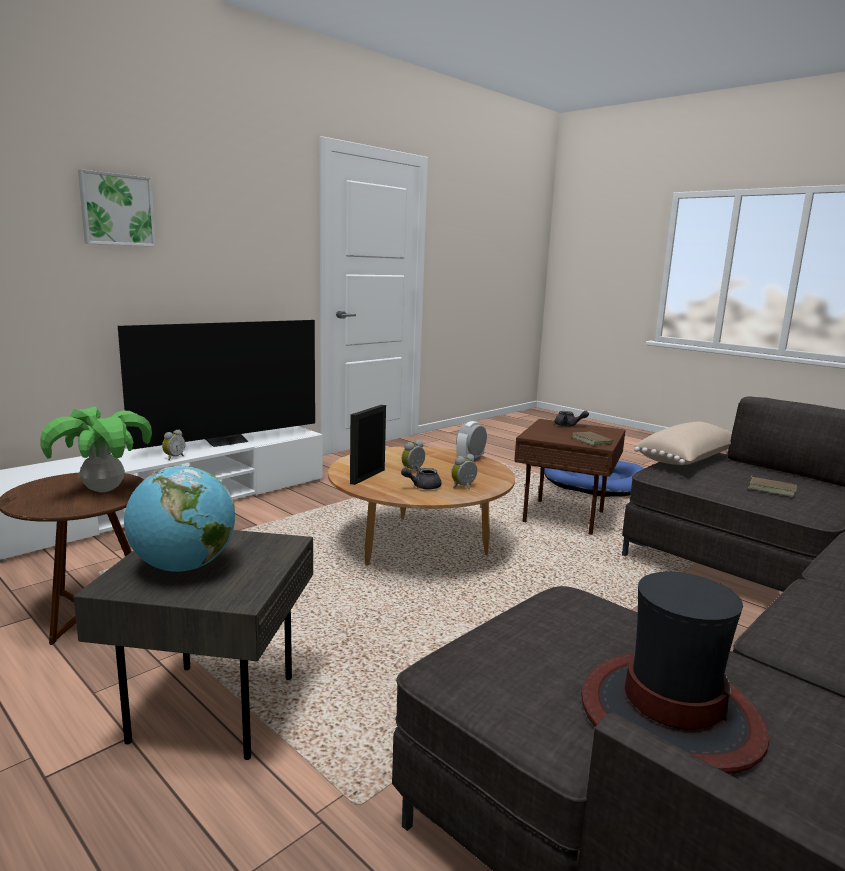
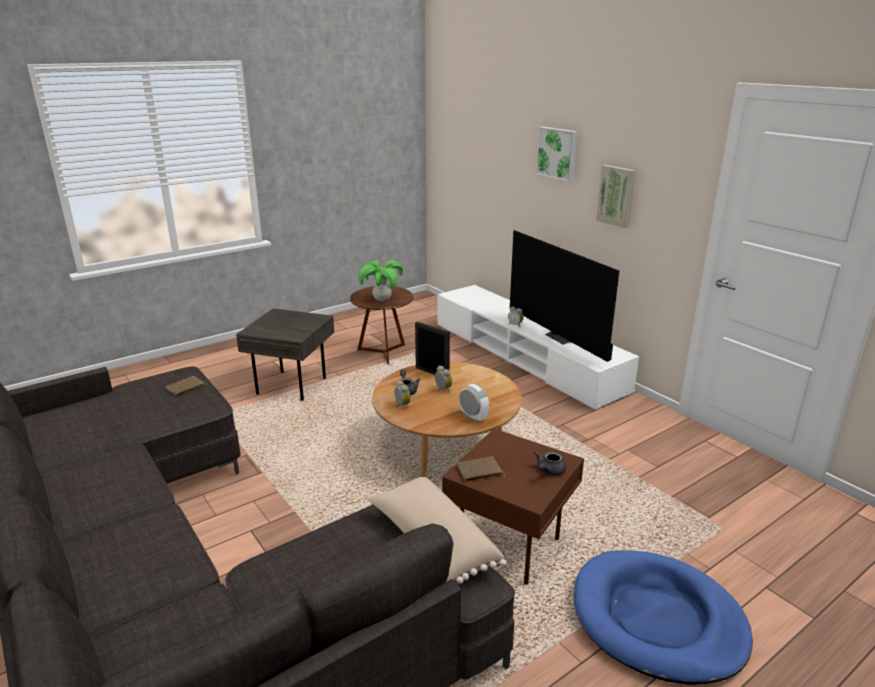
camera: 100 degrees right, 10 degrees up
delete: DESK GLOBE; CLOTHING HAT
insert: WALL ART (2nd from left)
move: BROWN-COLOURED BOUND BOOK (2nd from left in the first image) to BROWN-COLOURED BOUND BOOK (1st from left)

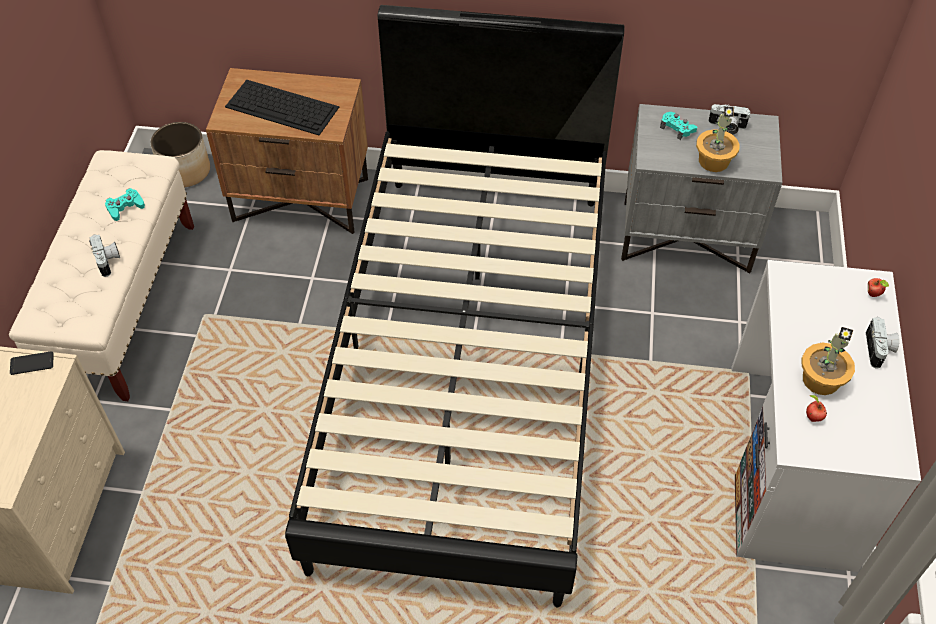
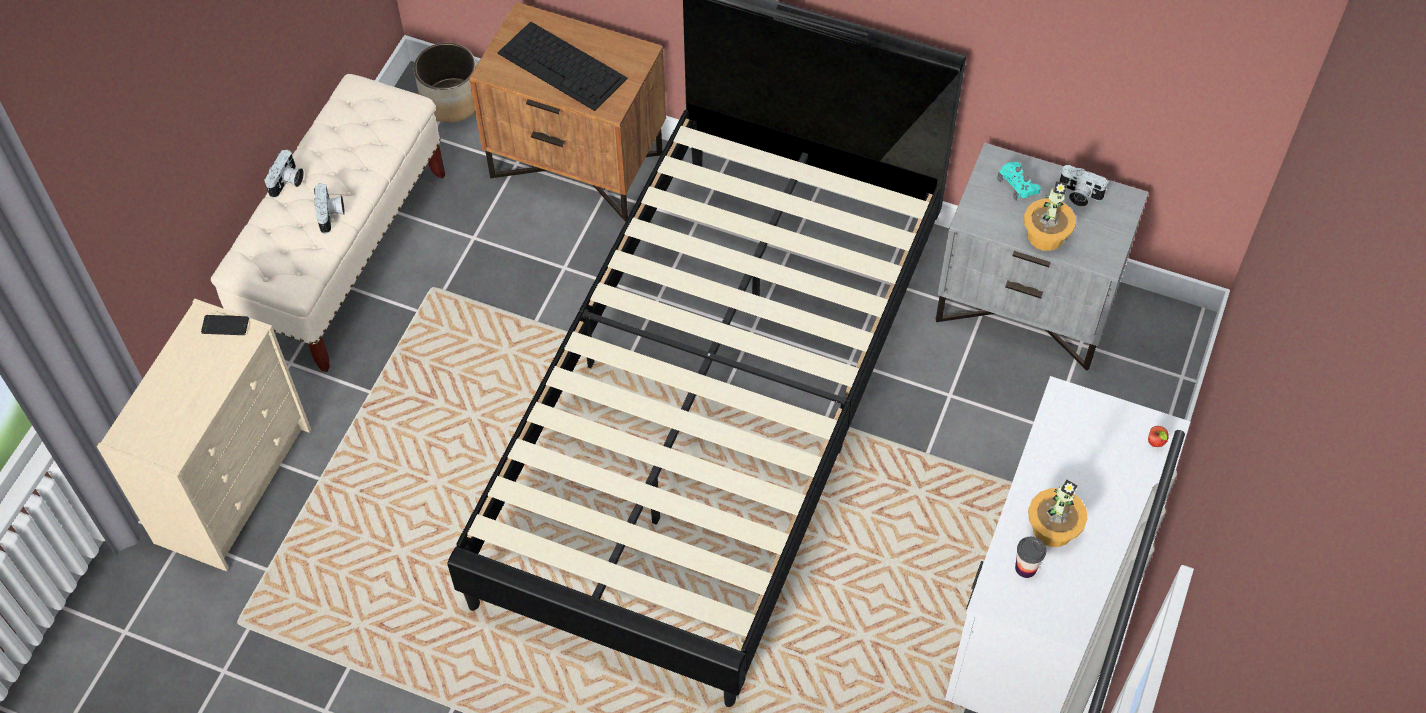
camera: 15 degrees right, 5 degrees up
delete: BLUE-GREEN GAMEPAD (1st from left)
move: PHOTO CAMERA (3rd from left in the first image) to PHOTO CAMERA (1st from left)
replace: APPLE (1st from left) to CUP

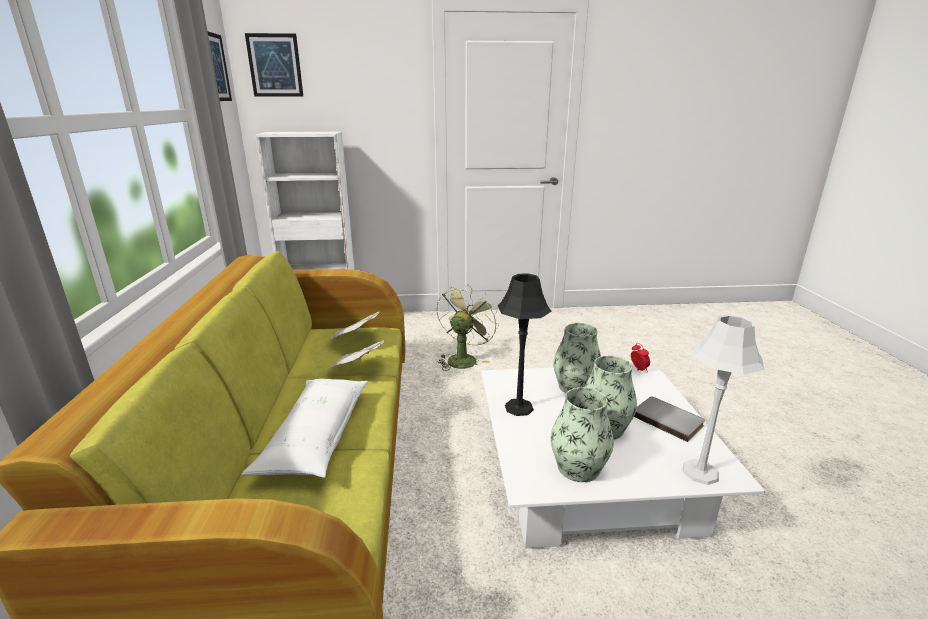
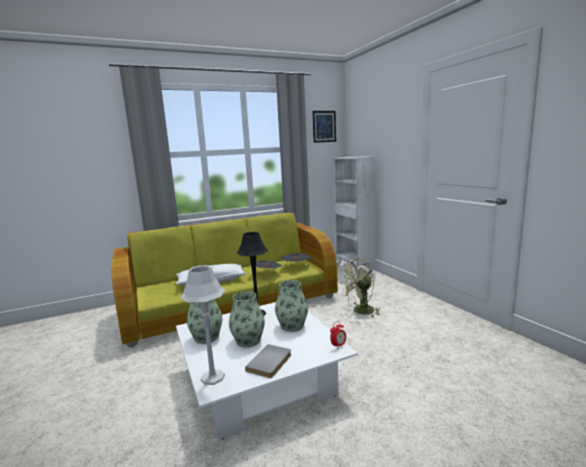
camera: 70 degrees right, 10 degrees down
delete: WALL ART (2nd from left)
rotate: GREEN-COLOURED ELECTRIC FAN 150 degrees clockwise

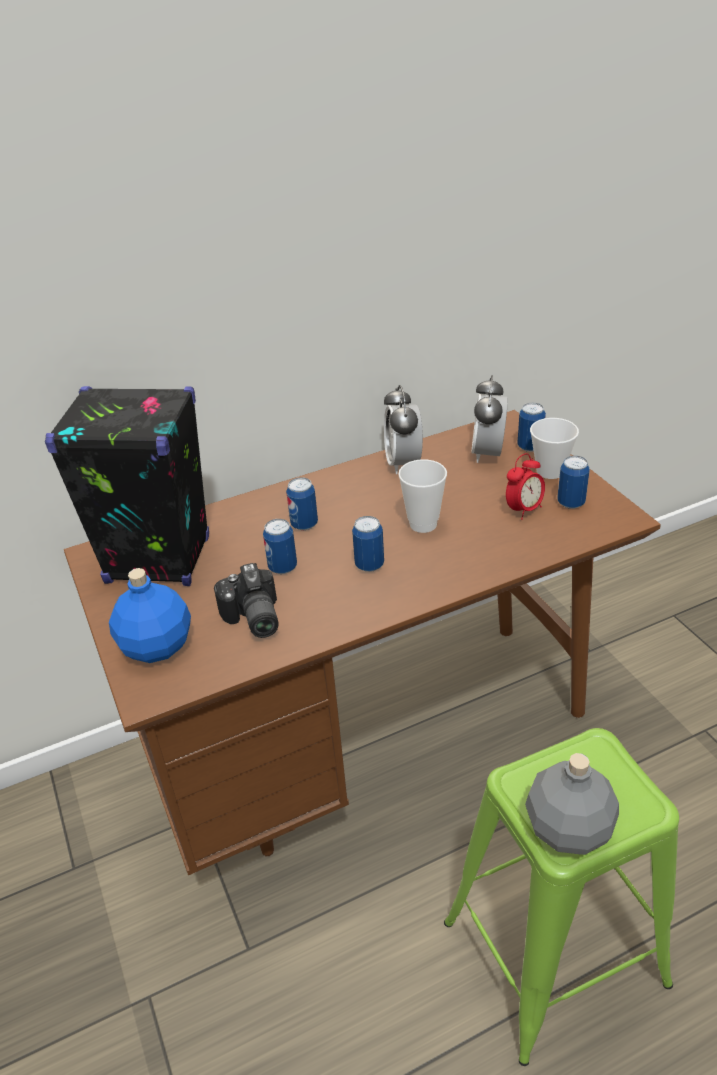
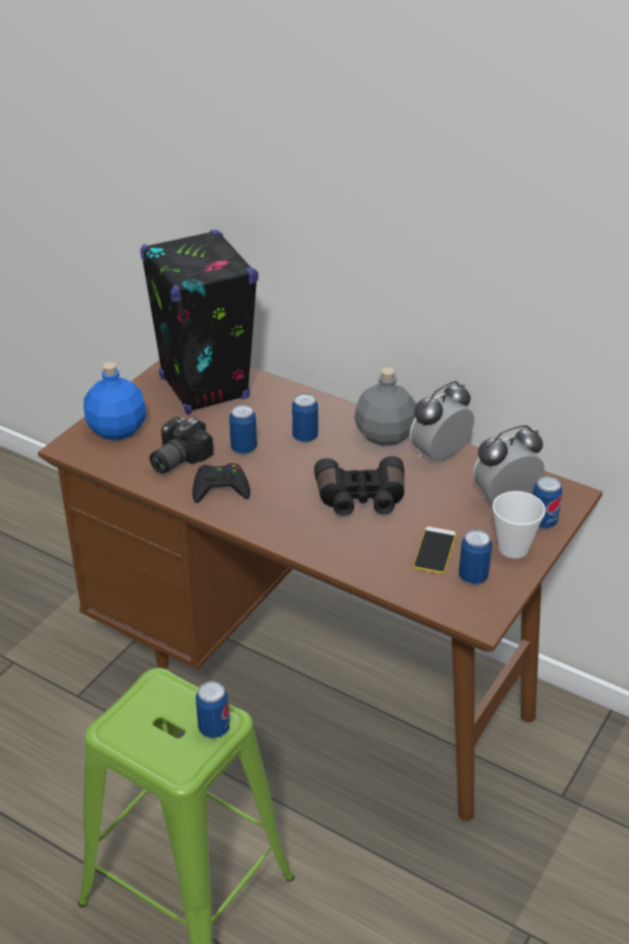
camera: 55 degrees right, 0 degrees up
insert: BLACKISH GAMEPAD
move: SEALED CAN (3rd from left in the first image) to SEALED CAN (1st from left); GREYISH BEVERAGE BOTTLE
replace: CUP (1st from left) to BLACKISH PAIR OF BINOCULARS; BEDSIDE CLOCK (3rd from left) to TELEPHONE

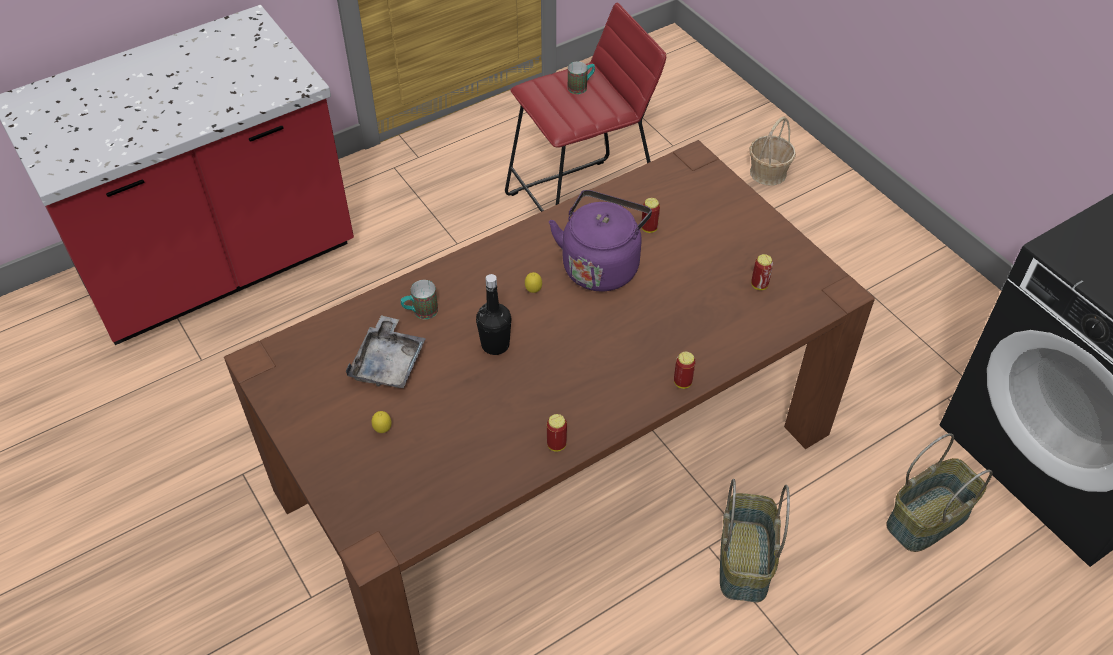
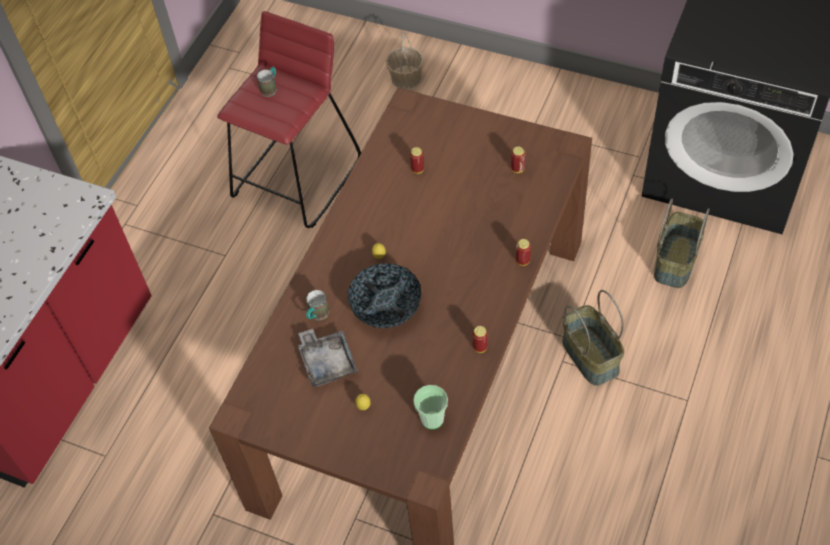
camera: 30 degrees left, 5 degrees up
delete: PURPLISH KETTLE
insert: CUP
replace: BLACKISH BEVERAGE BOTTLE to BOWL

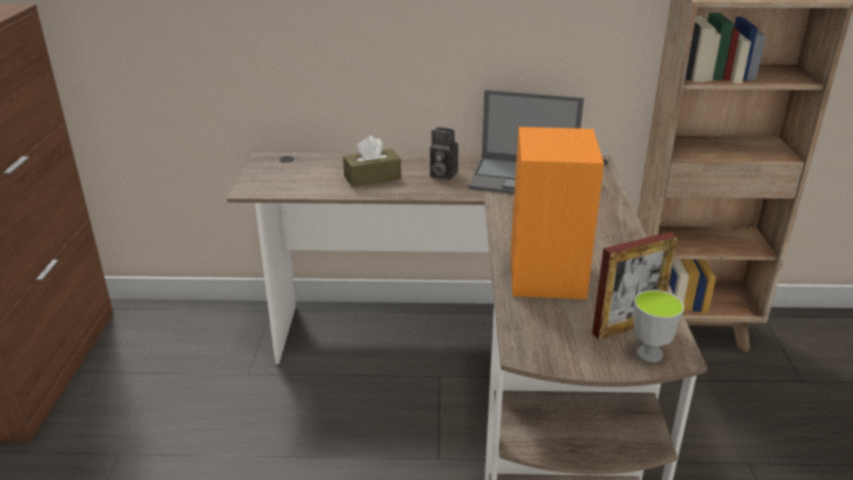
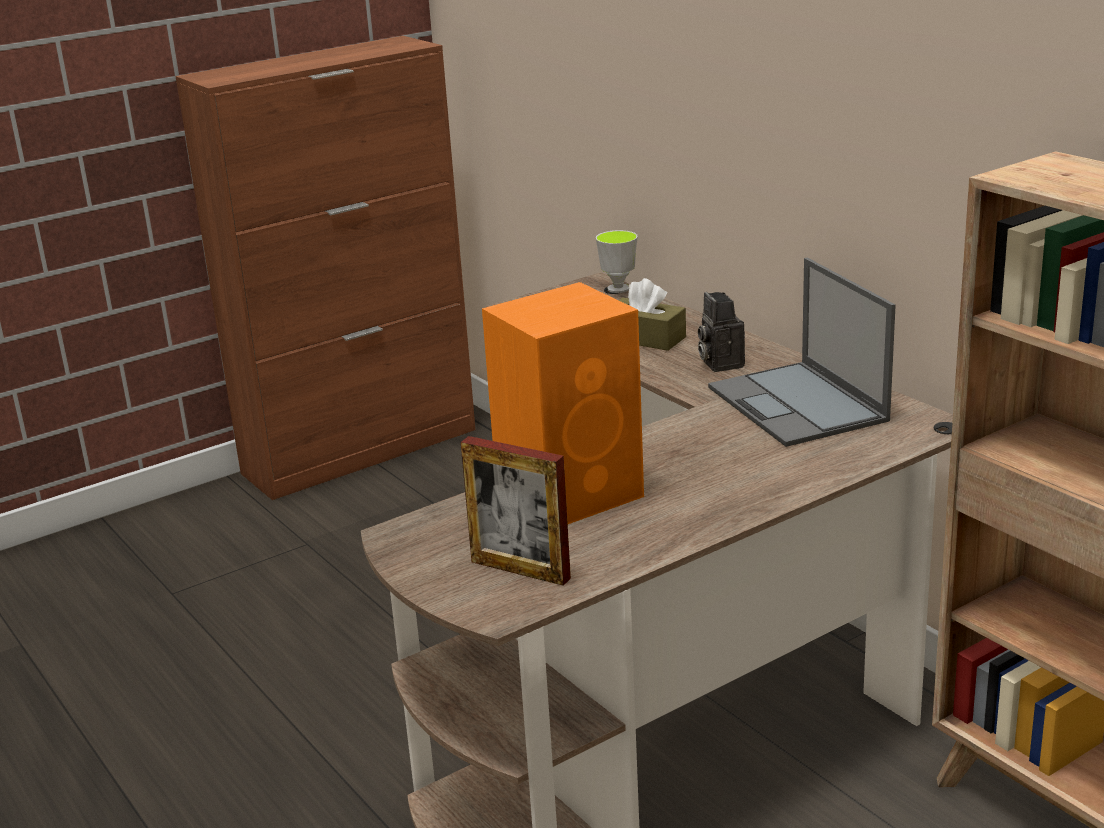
camera: 55 degrees right, 5 degrees down
move: CUP

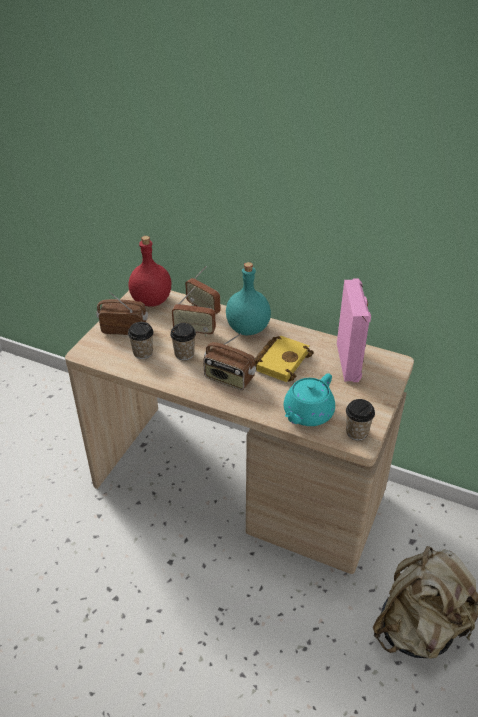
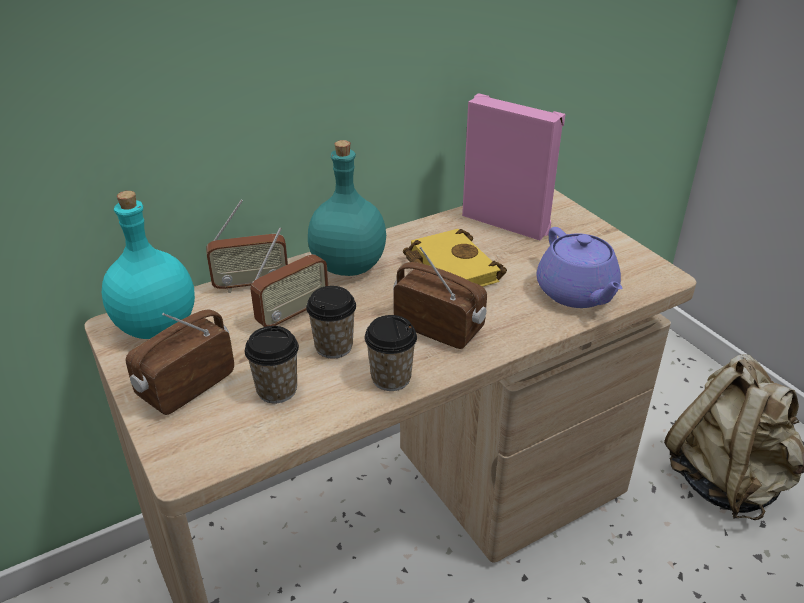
camera: 55 degrees left, 5 degrees down
move: CUP (3rd from left)
recolor: REDDISH BEVERAGE BOTTLE to BLUE-GREEN BEVERAGE BOTTLE (1st from left); BLUE-GREEN TEAPOT to PURPLISH TEAPOT
rotate: RADIO SET (4th from left) 120 degrees counterclockwise

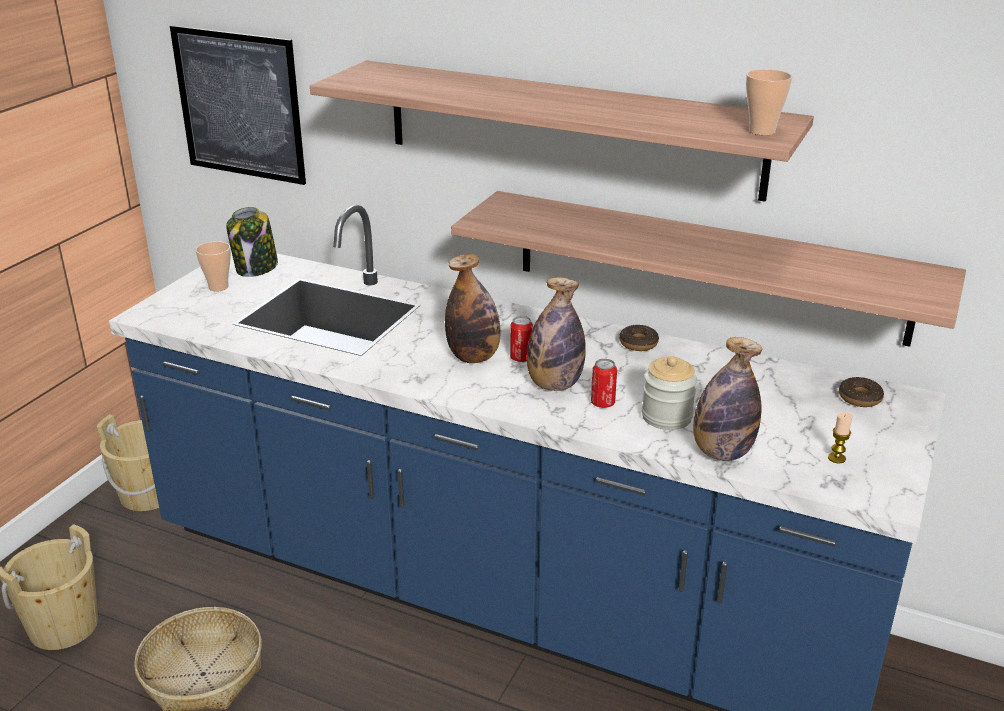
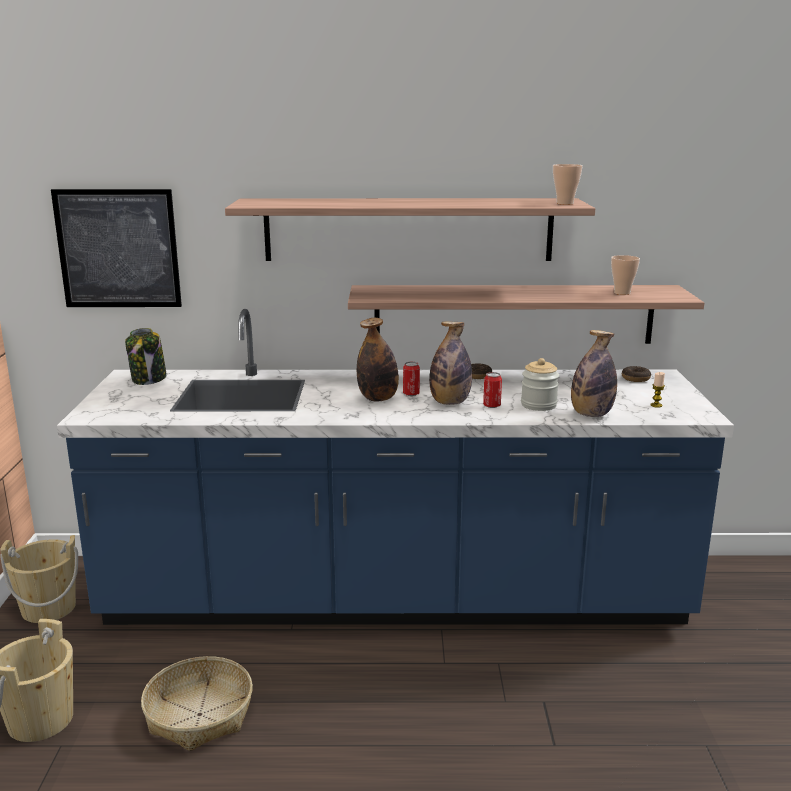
camera: 25 degrees left, 10 degrees down
move: CUP (1st from left in the first image) to CUP (2nd from left)

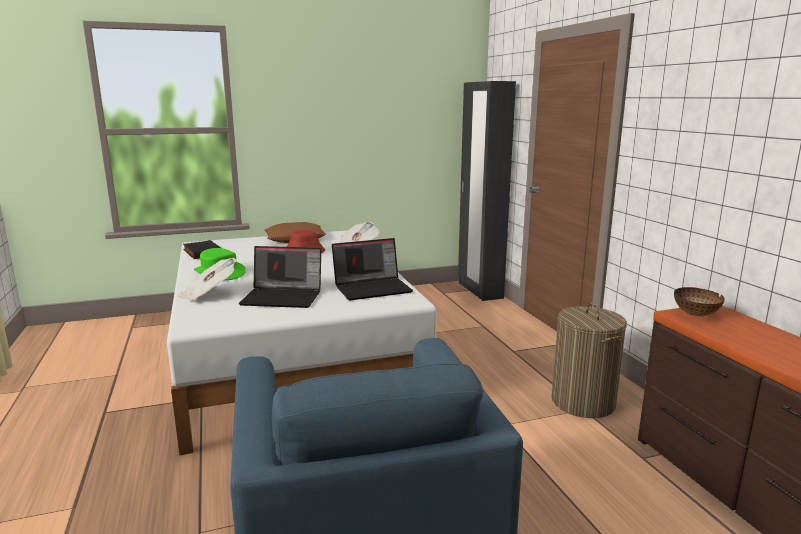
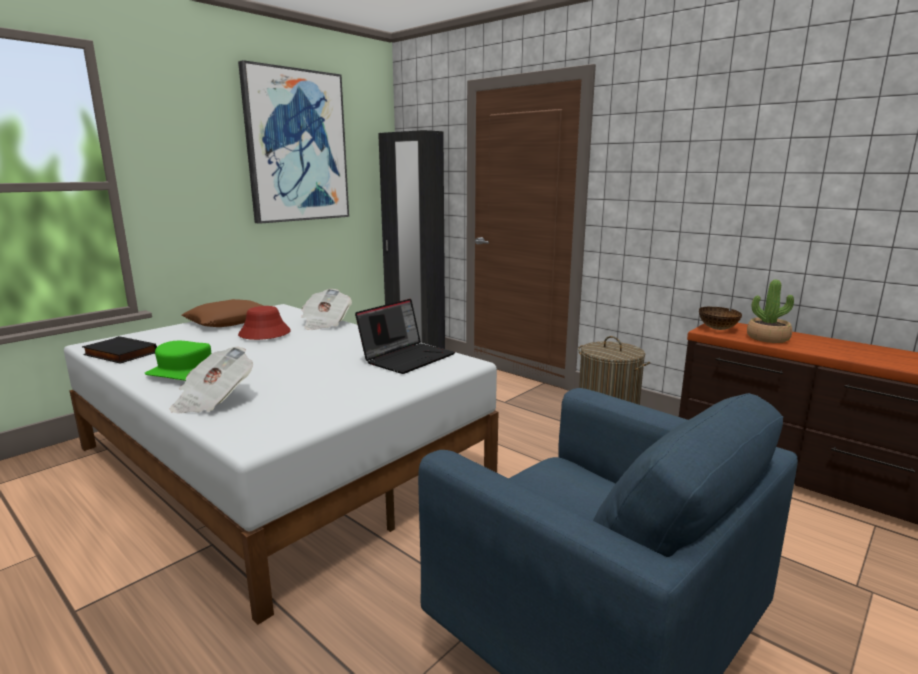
camera: 30 degrees left, 0 degrees up
delete: LAPTOP (1st from left)
insert: WALL ART; HOUSEPLANT

